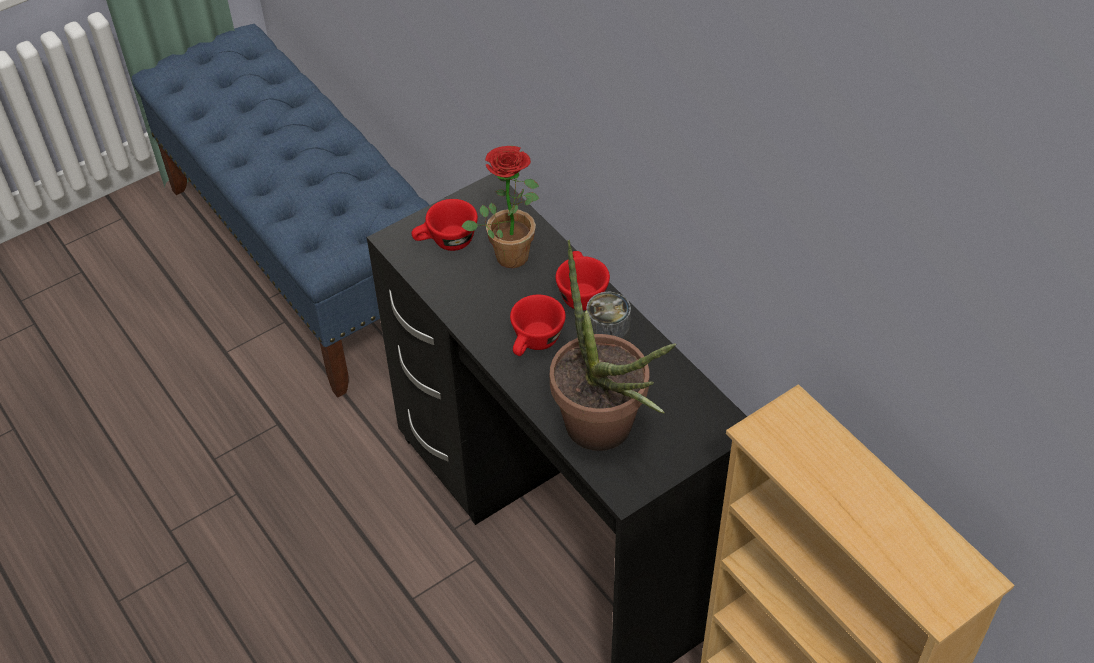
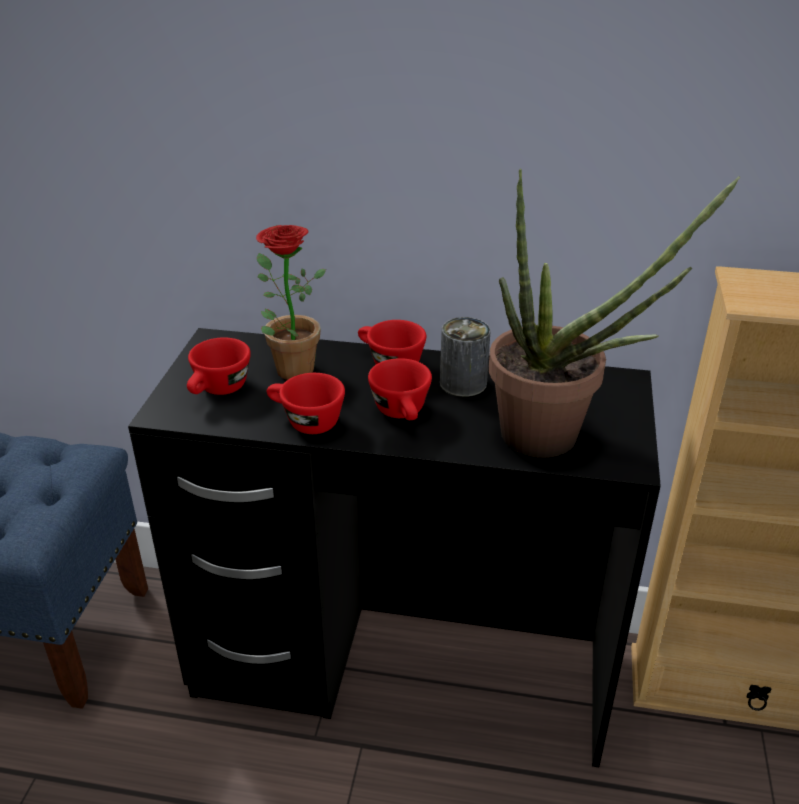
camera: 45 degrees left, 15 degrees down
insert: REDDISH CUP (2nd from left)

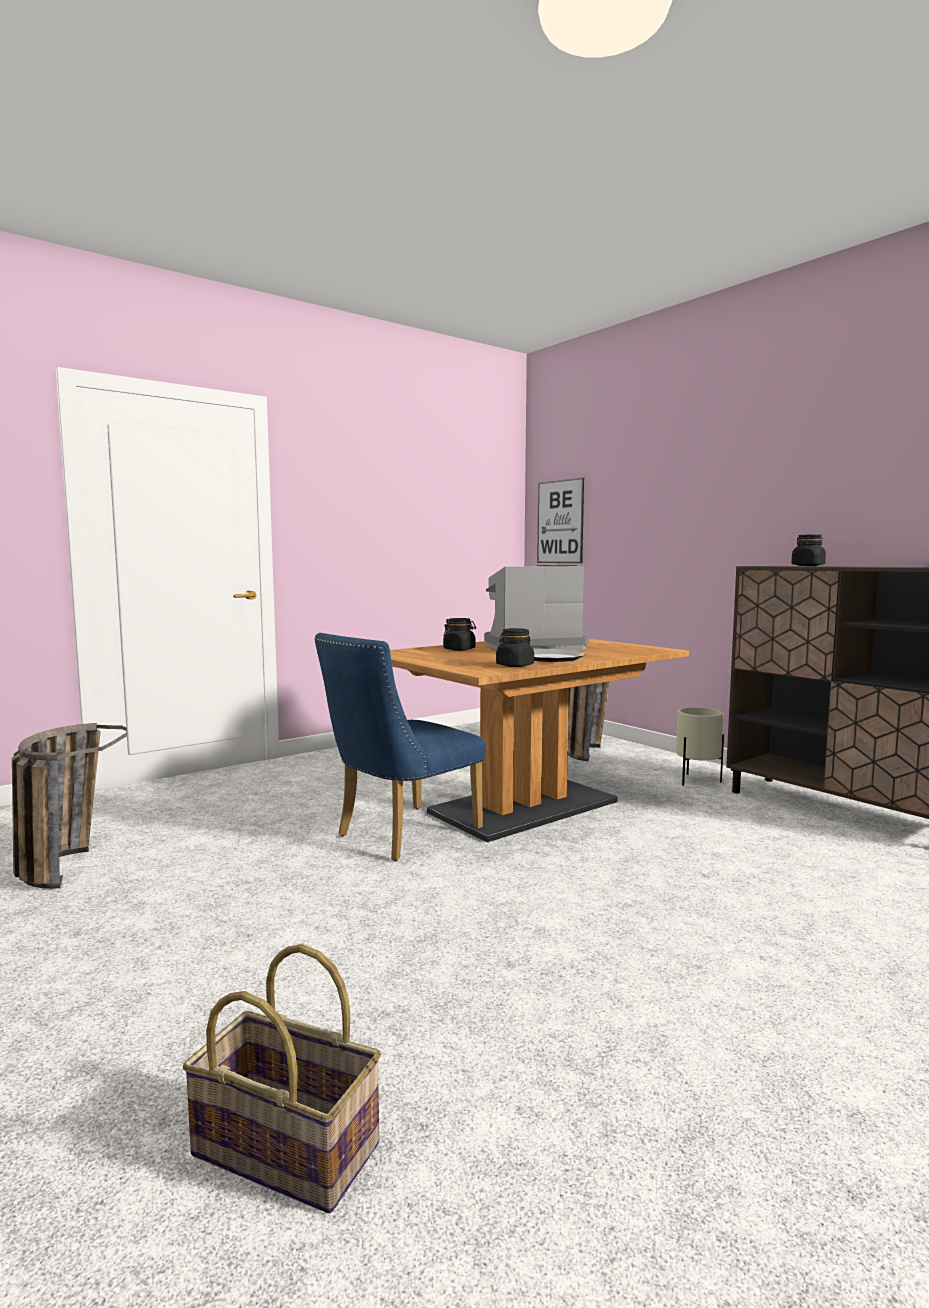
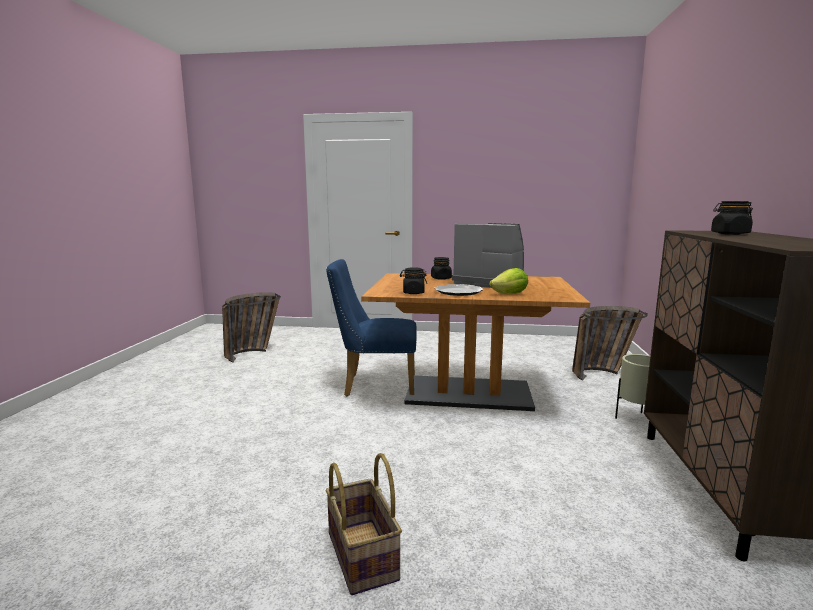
camera: 45 degrees right, 5 degrees up
delete: WALL ART
insert: HEAD OF LETTUCE
move: BASKET (2nd from left)

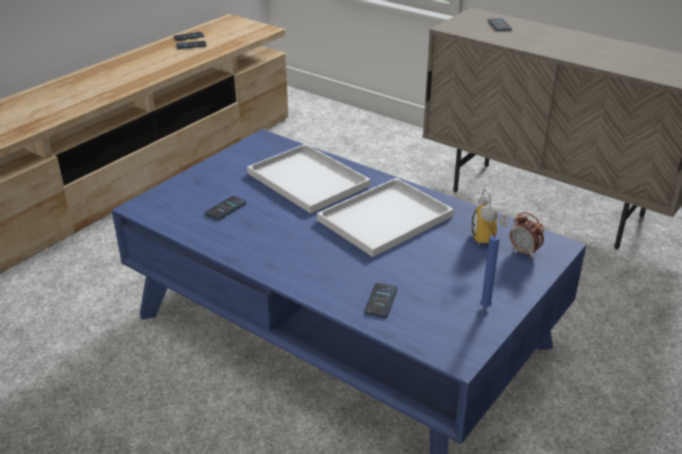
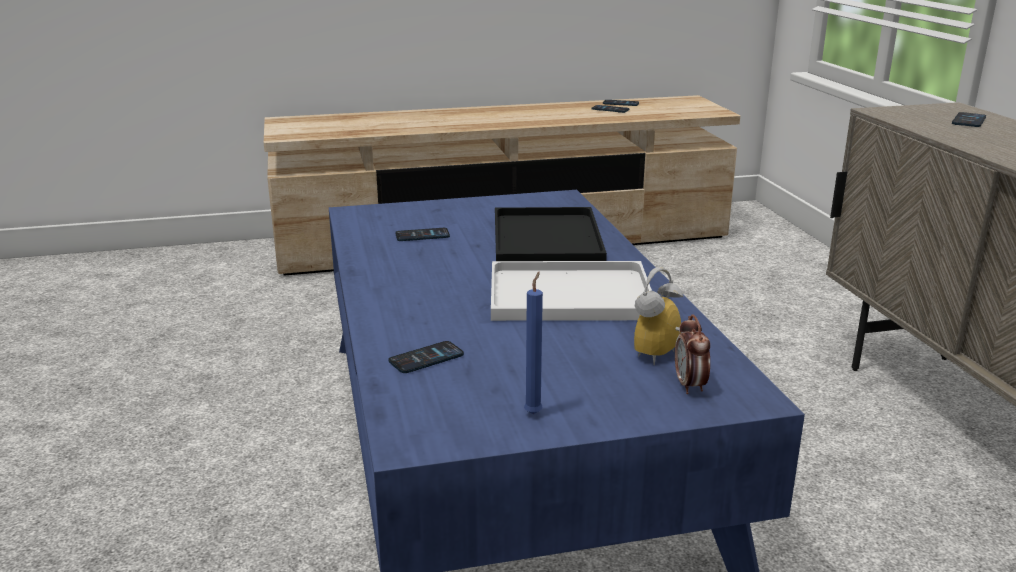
camera: 40 degrees right, 10 degrees down
recolor: WHITISH SERVING TRAY (1st from left) to BLACKISH SERVING TRAY

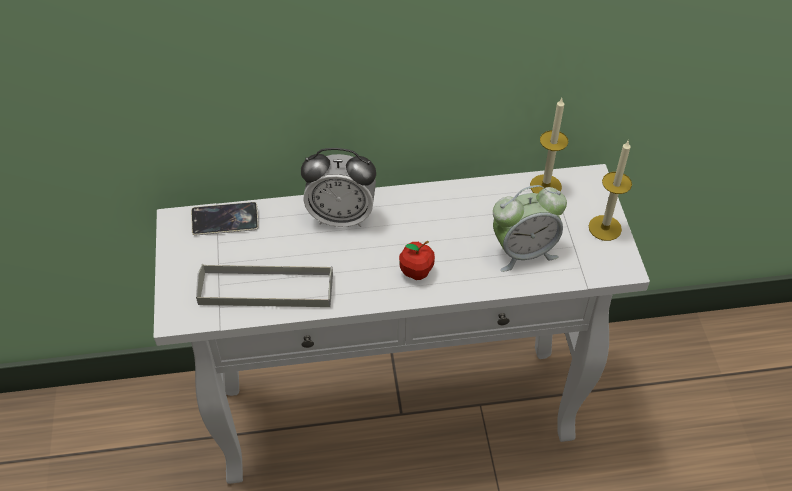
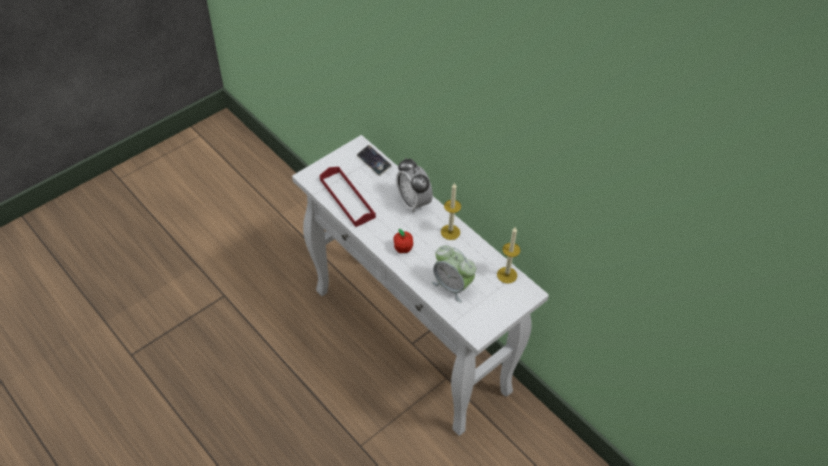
camera: 55 degrees right, 0 degrees up
move: WAX CANDLE (2nd from left in the first image) to WAX CANDLE (1st from left)
recolor: GREYISH SERVING TRAY to REDDISH SERVING TRAY

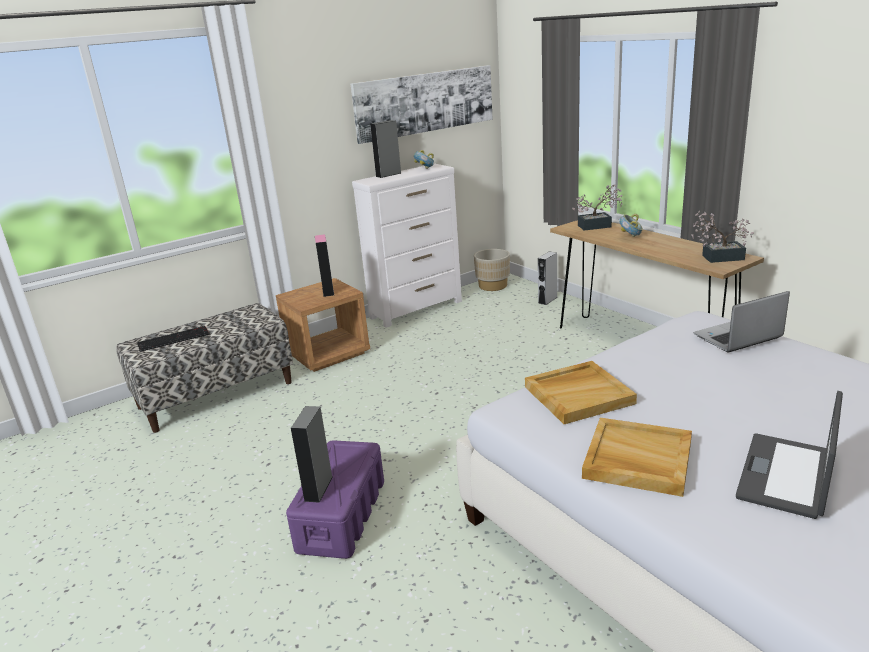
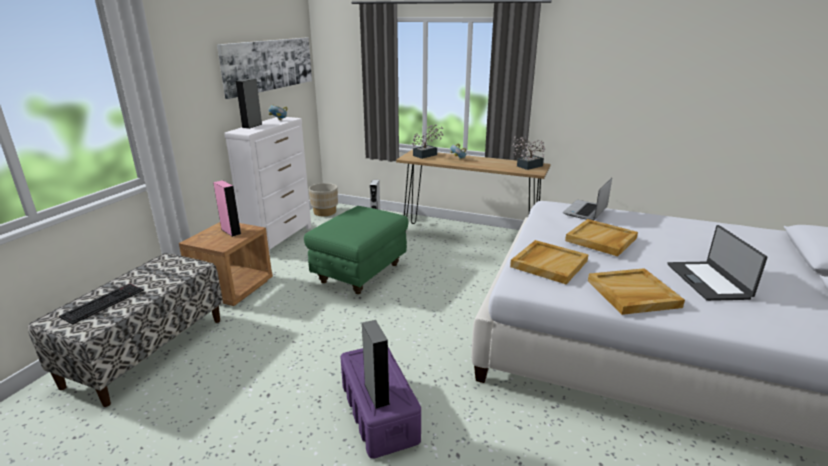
camera: 35 degrees left, 0 degrees up
insert: GREEN-COLOURED OTTOMAN; SAND-COLOURED SERVING TRAY (2nd from left)

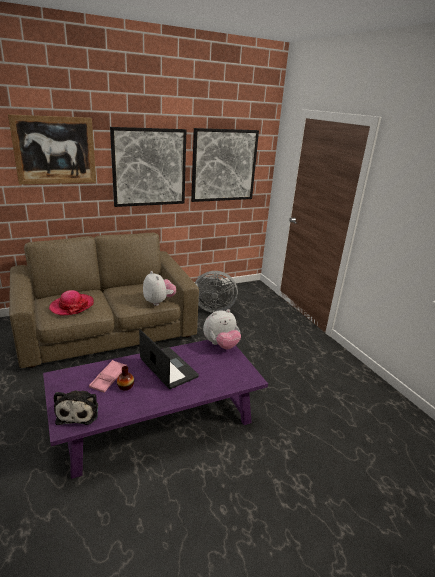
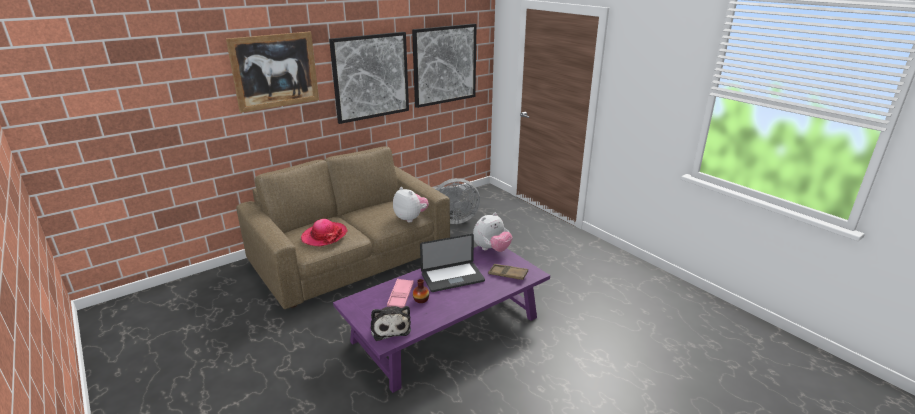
camera: 10 degrees left, 0 degrees up
insert: BROWN-COLOURED SERVING TRAY
rotate: LAPTOP 120 degrees clockwise

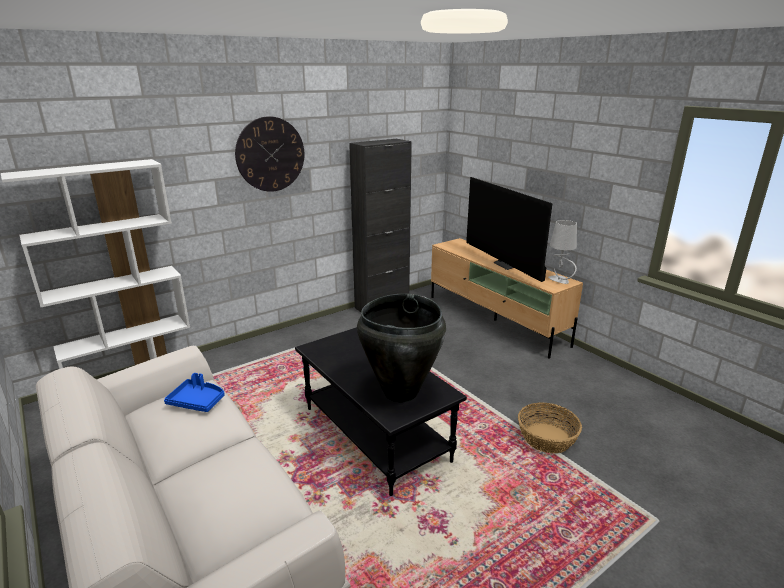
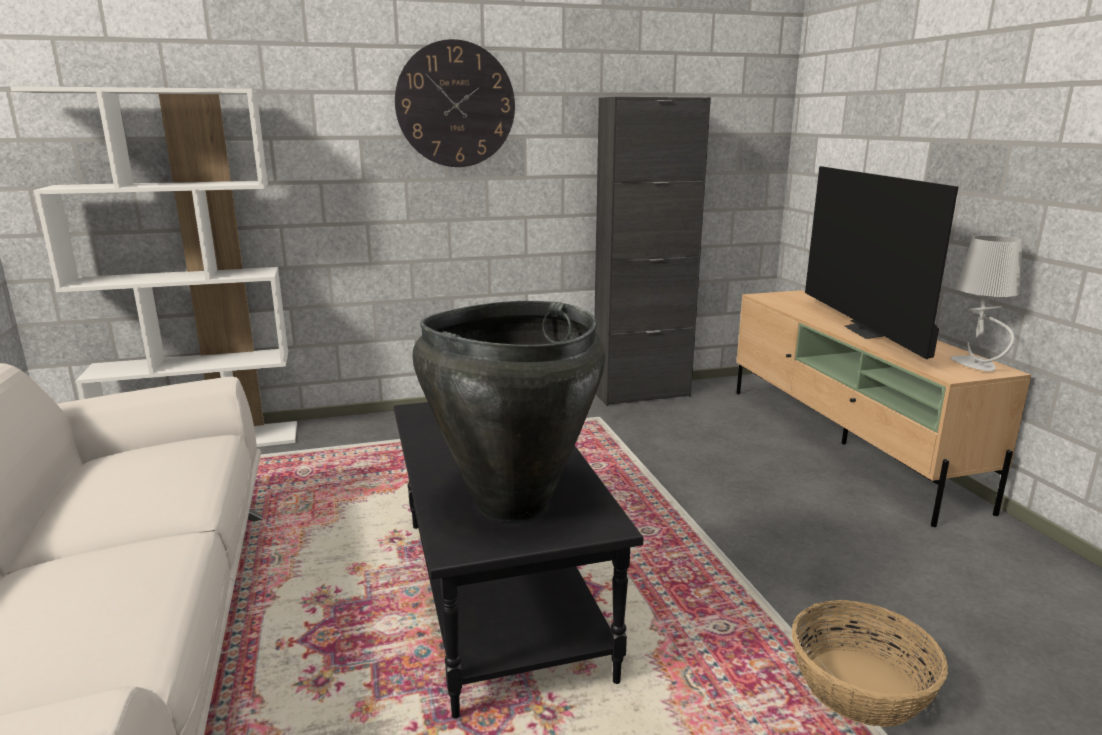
camera: 20 degrees right, 5 degrees down
delete: BLUISH SERVING TRAY

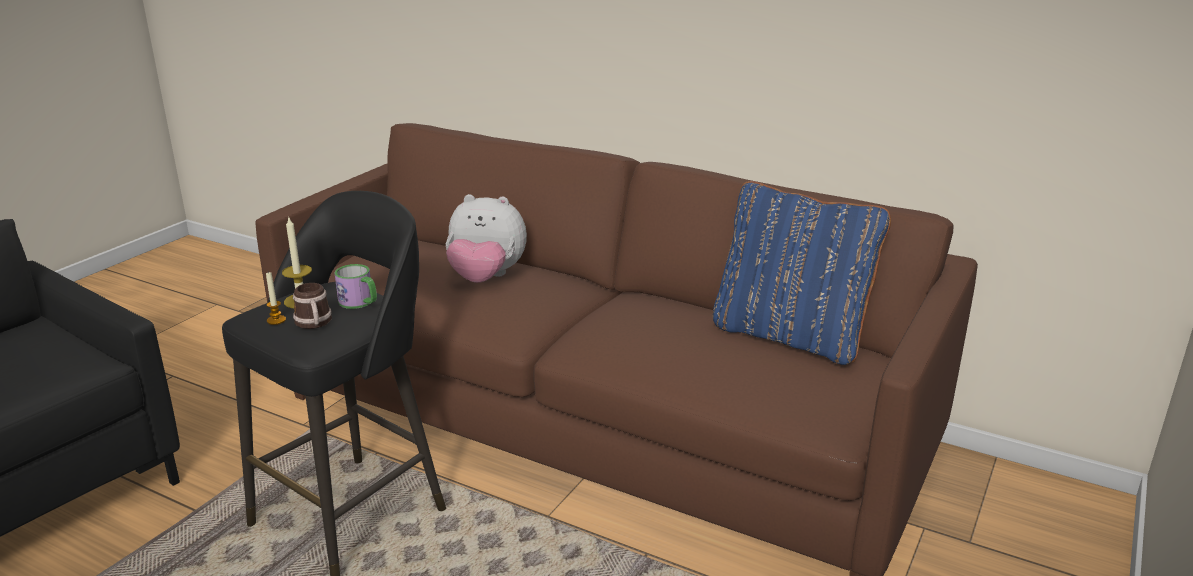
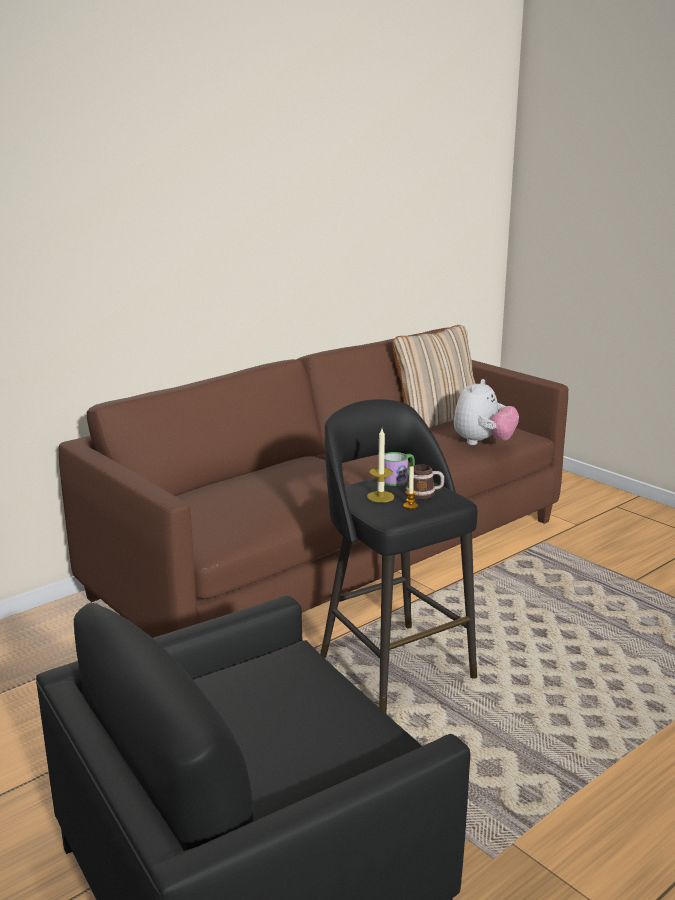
camera: 70 degrees left, 5 degrees down
move: SOFT TOY
recolor: BLUISH THROW PILLOW to SAND-COLOURED THROW PILLOW

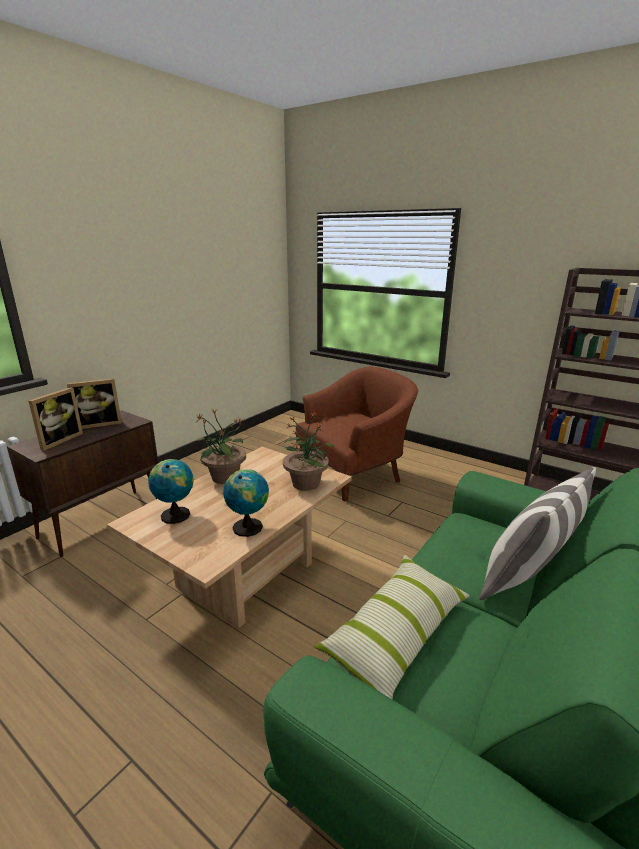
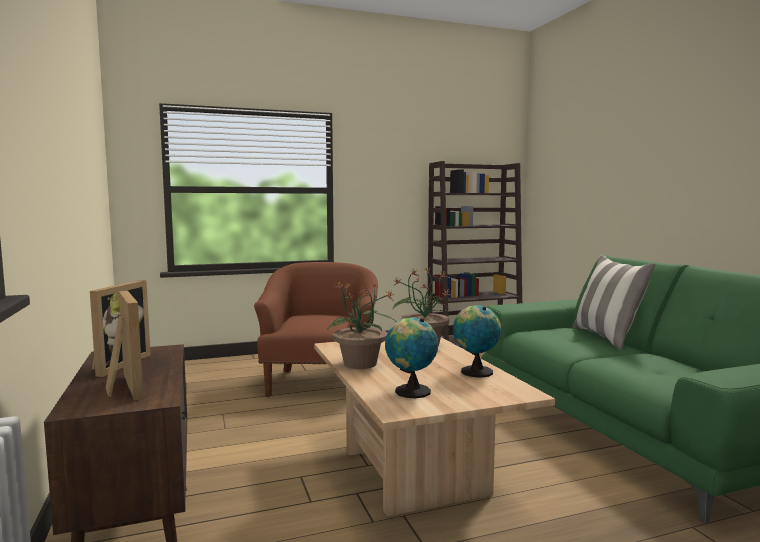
camera: 55 degrees left, 15 degrees down
delete: THROW PILLOW (1st from left)

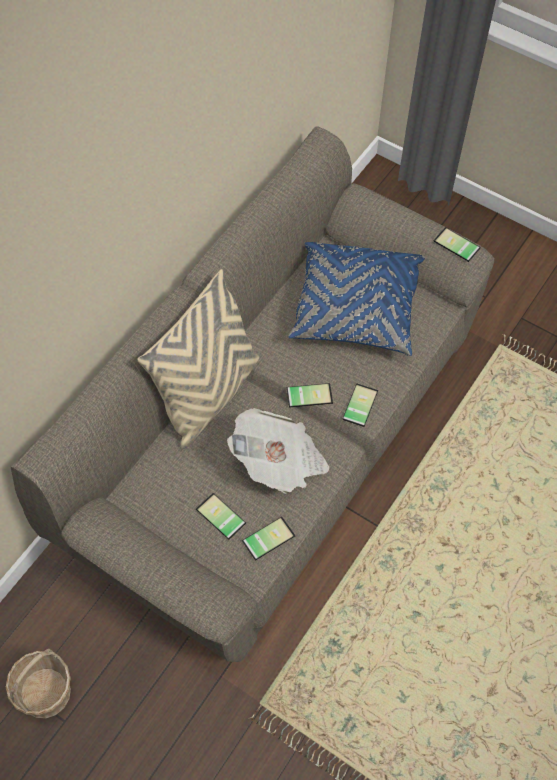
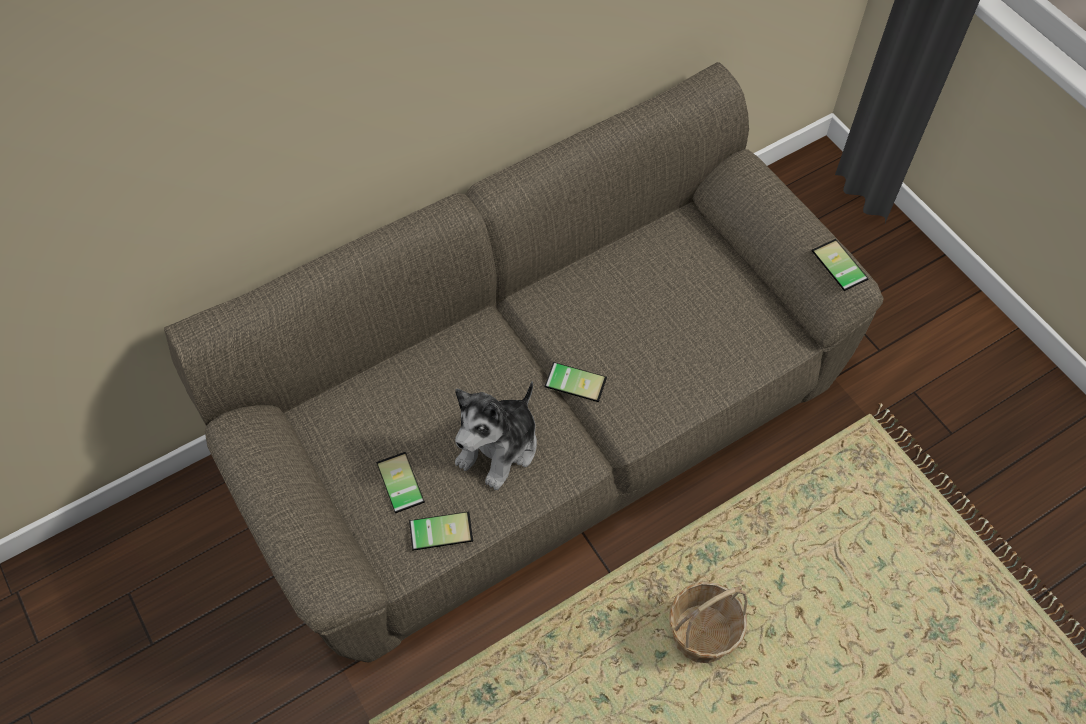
camera: 25 degrees right, 0 degrees up
delete: SAND-COLOURED THROW PILLOW; BLUISH THROW PILLOW; TELEPHONE (4th from left)
move: BASKET
replace: DAILY PAPER to SOFT TOY

